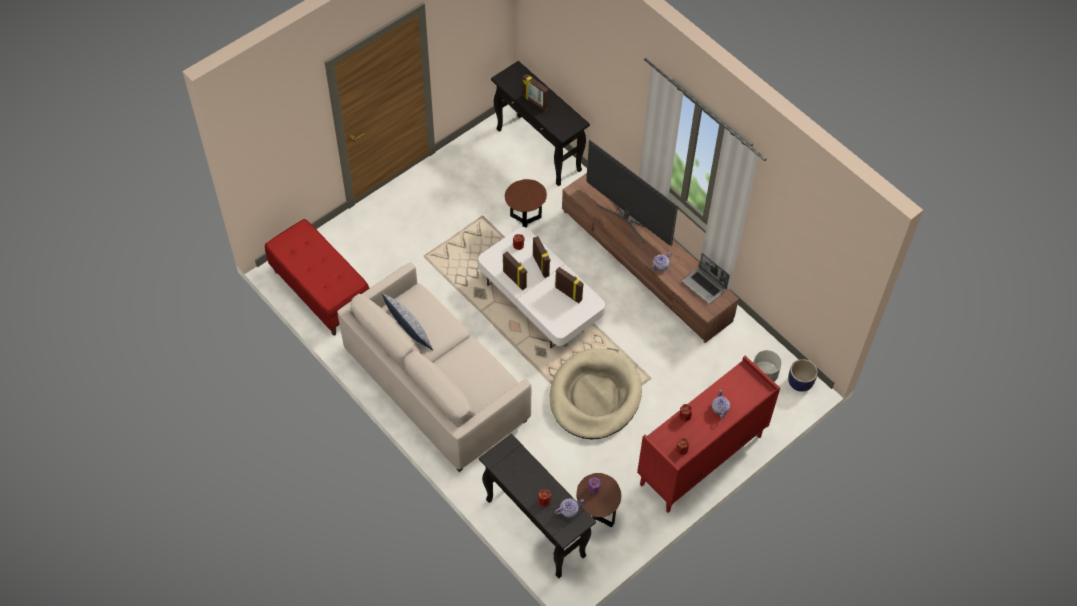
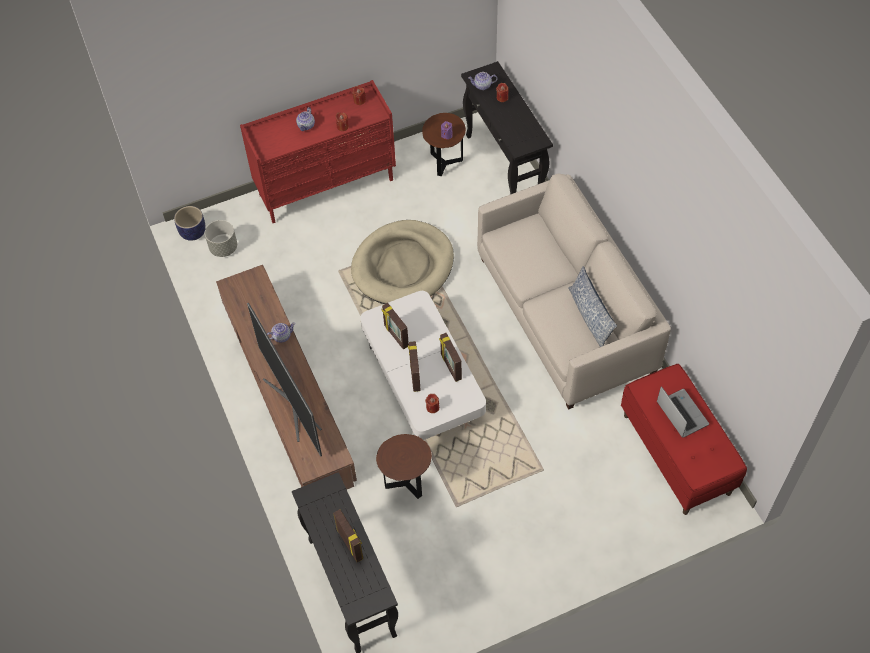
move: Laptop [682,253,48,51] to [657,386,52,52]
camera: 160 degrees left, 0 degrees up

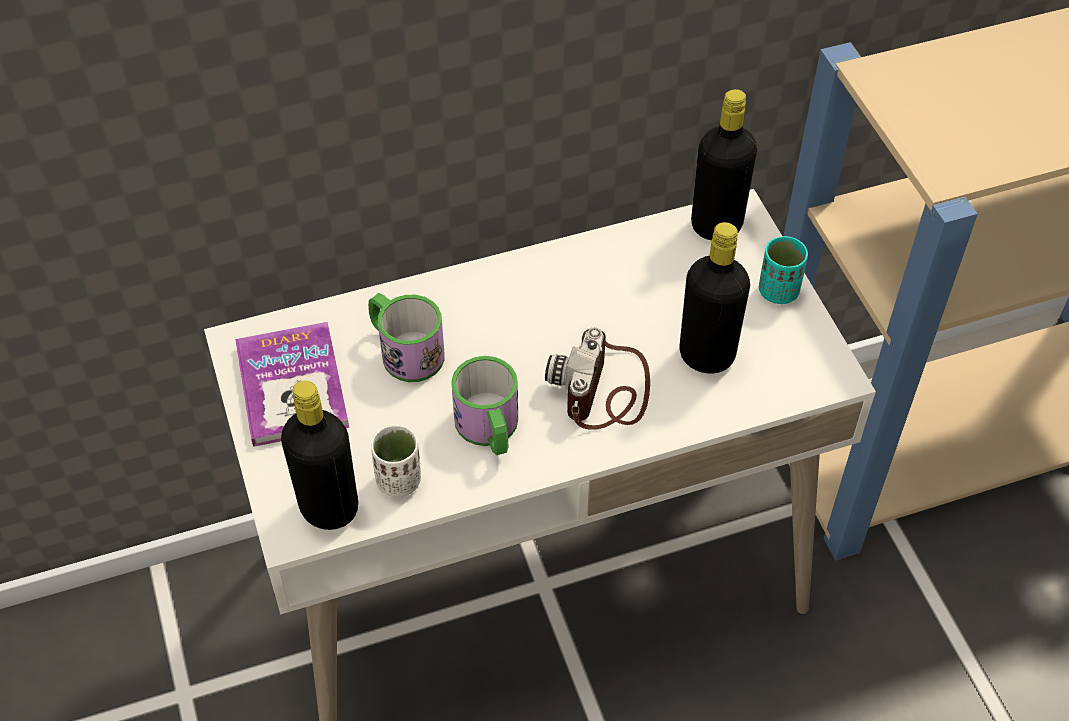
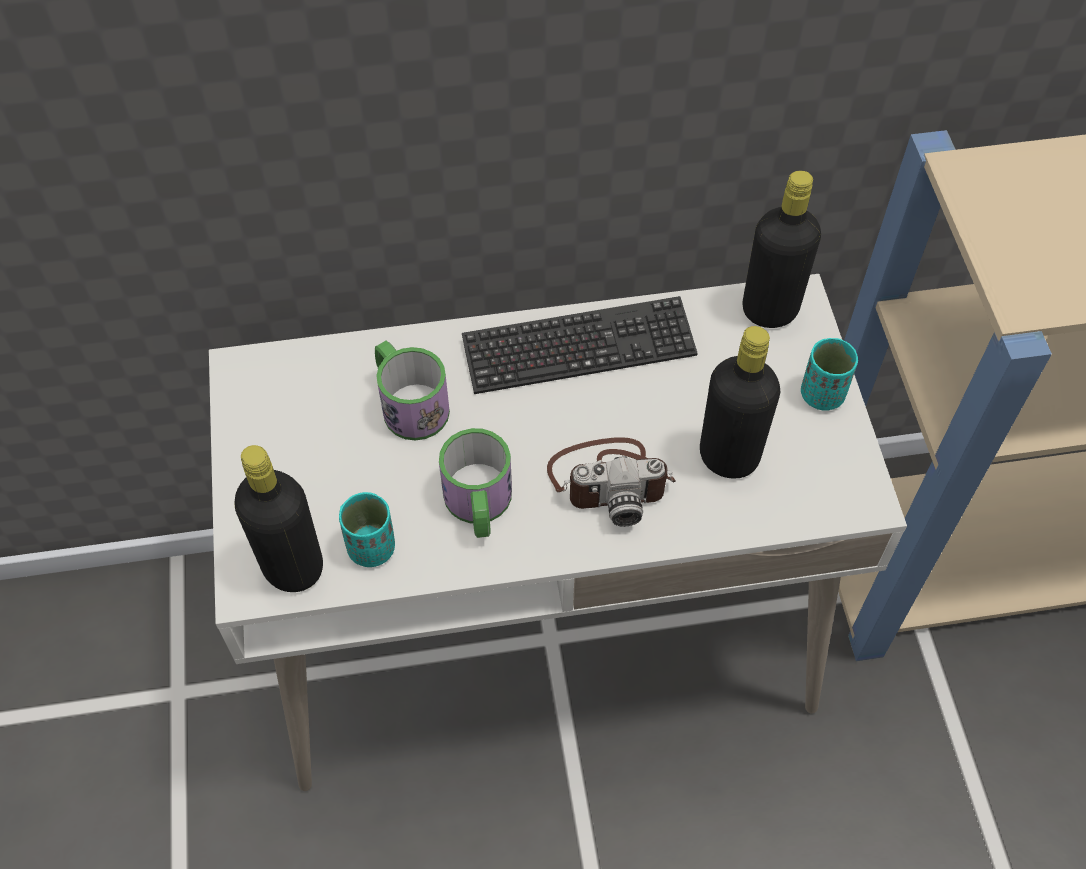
delete: Book [235,322,114,125]
insert: Keyboard [462,296,236,98]
recolor: WhiteCup [371,425,50,72] to TurquoiseCup [339,492,56,75]
rotate: PhotoCamera [545,327,105,103] = [547,437,129,90] 120 degrees counterclockwise
camera: 10 degrees right, 5 degrees up

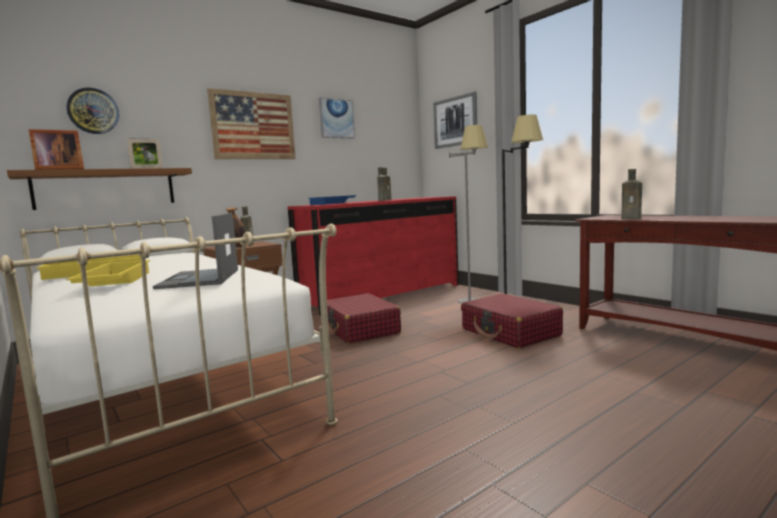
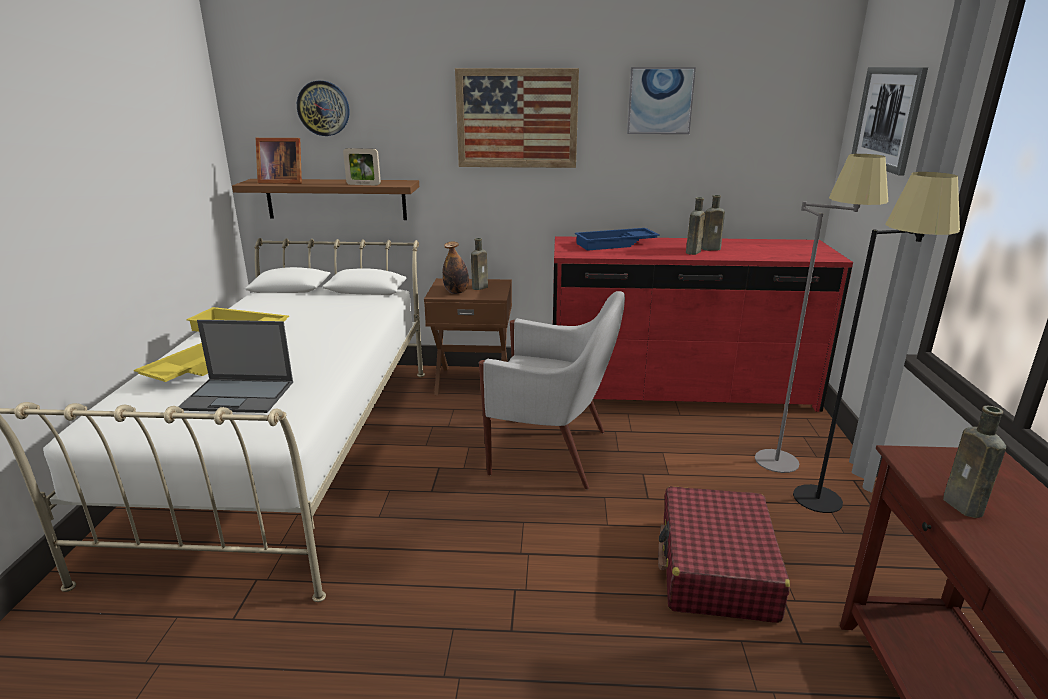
replace: RedSuitcase [327,293,74,51] to WhiteArmchair [479,291,146,199]
rotate: Laptop [153,213,85,76] = [178,320,115,93] 120 degrees counterclockwise
camera: 40 degrees right, 15 degrees up

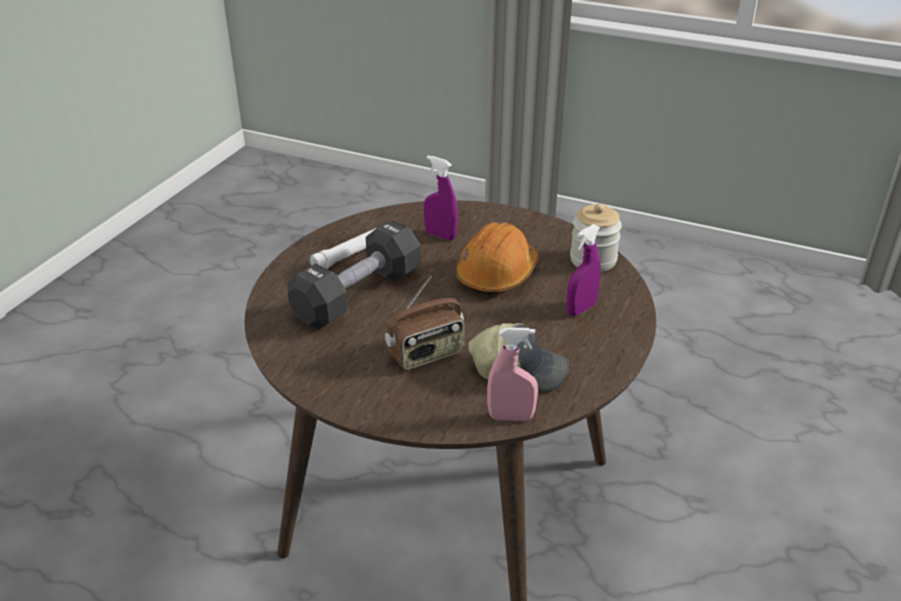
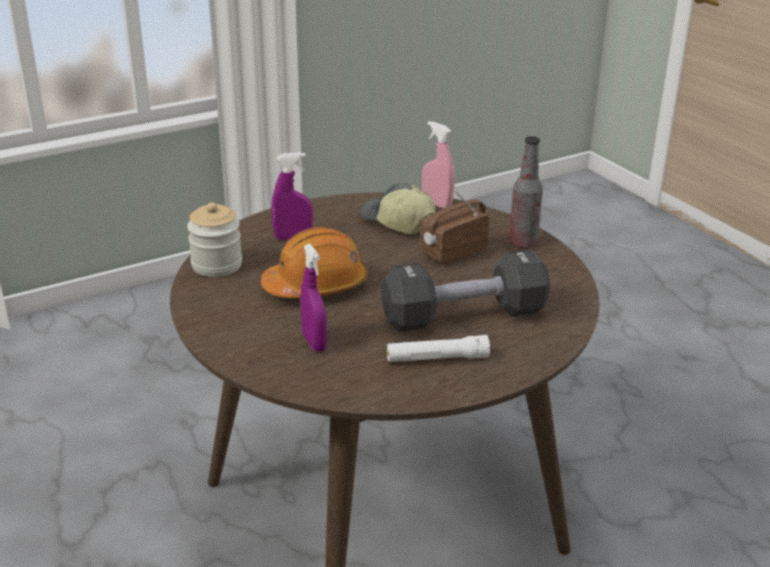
insert: Bottle [509,136,34,112]
rotate: Radio [385,276,79,94] = [420,191,70,74] 45 degrees counterclockwise
camera: 145 degrees left, 5 degrees down

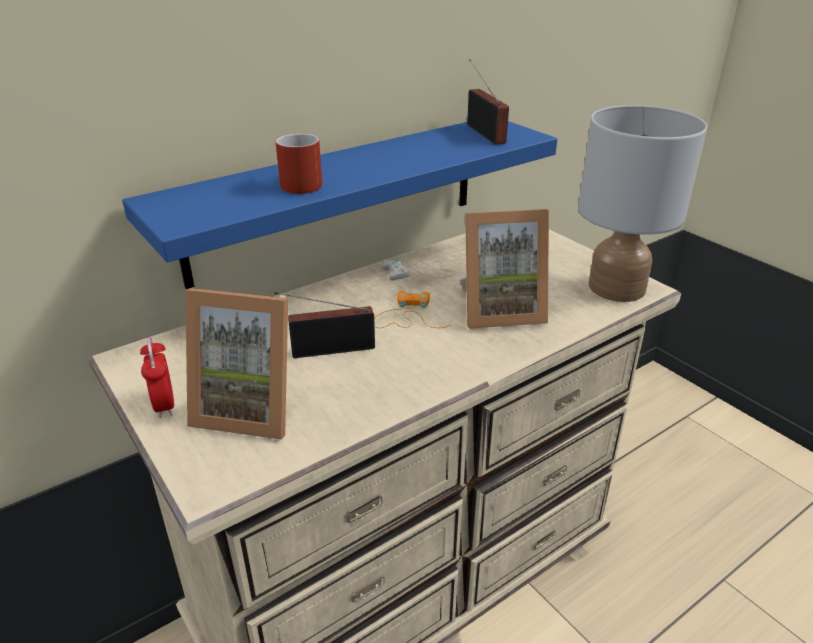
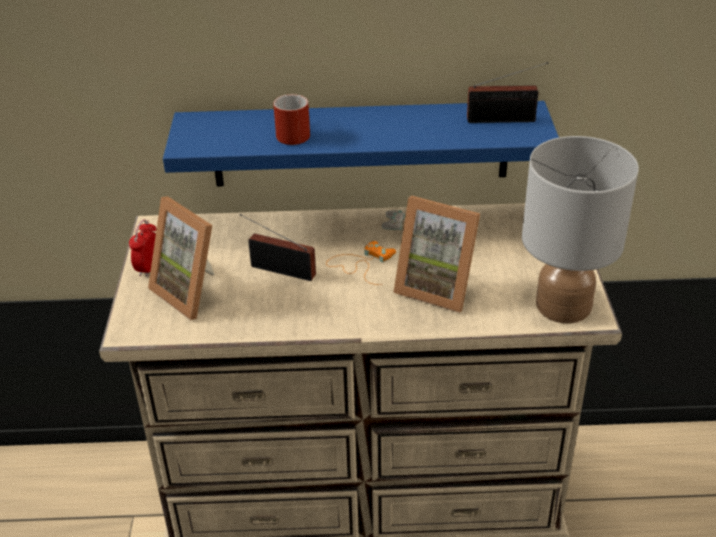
rotate: Radio [467,59,42,86] = [467,62,81,61] 75 degrees clockwise
camera: 35 degrees right, 5 degrees up

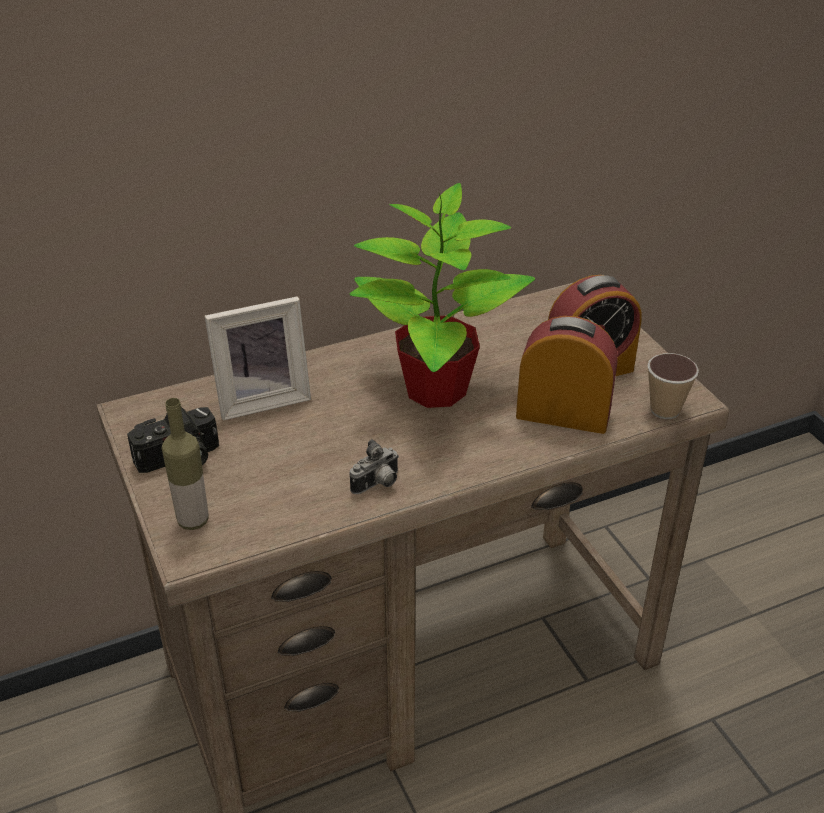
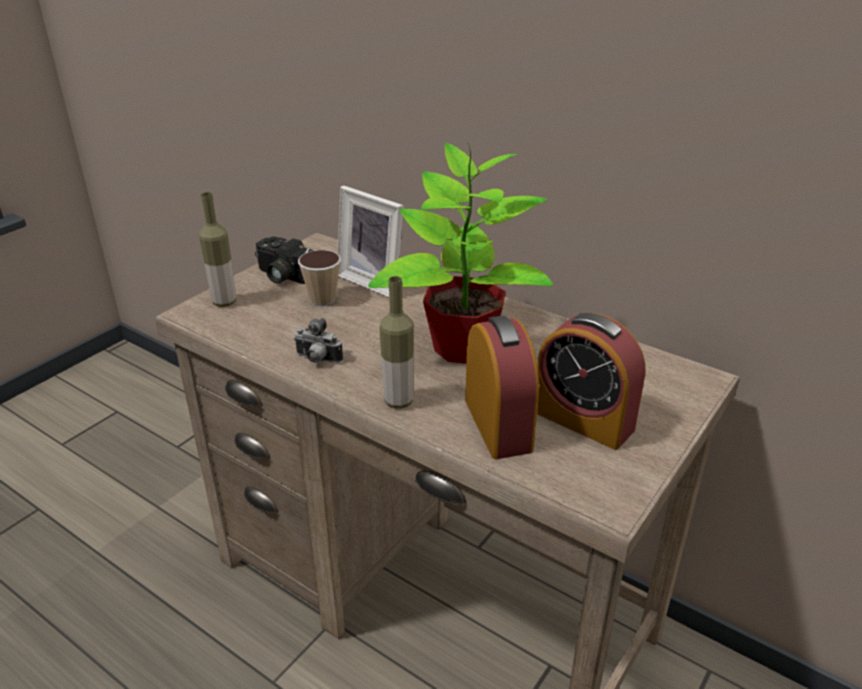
insert: Bottle [379,276,35,133]
move: Cup [647,353,52,66] to [298,250,43,56]
camera: 60 degrees right, 5 degrees down

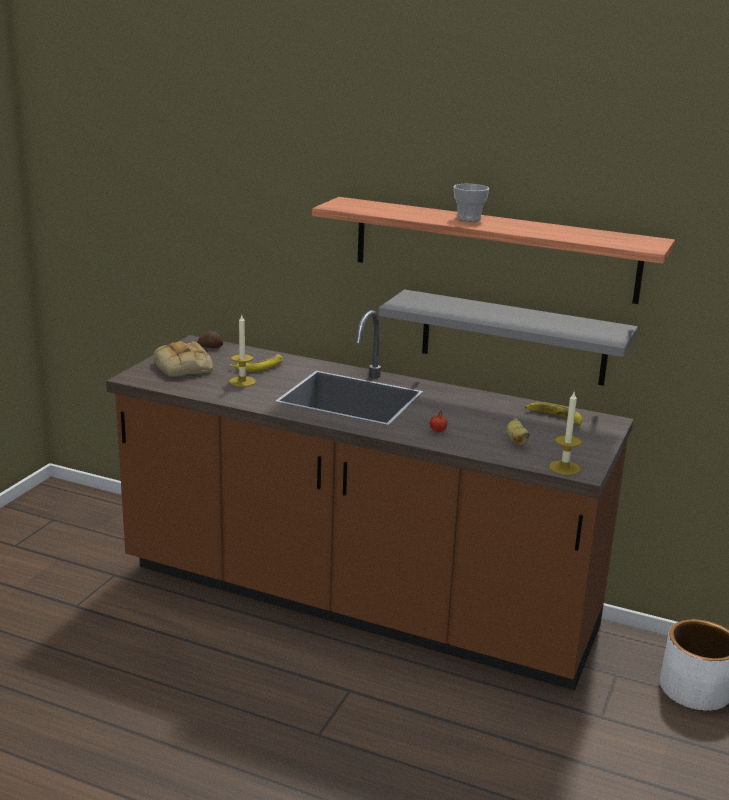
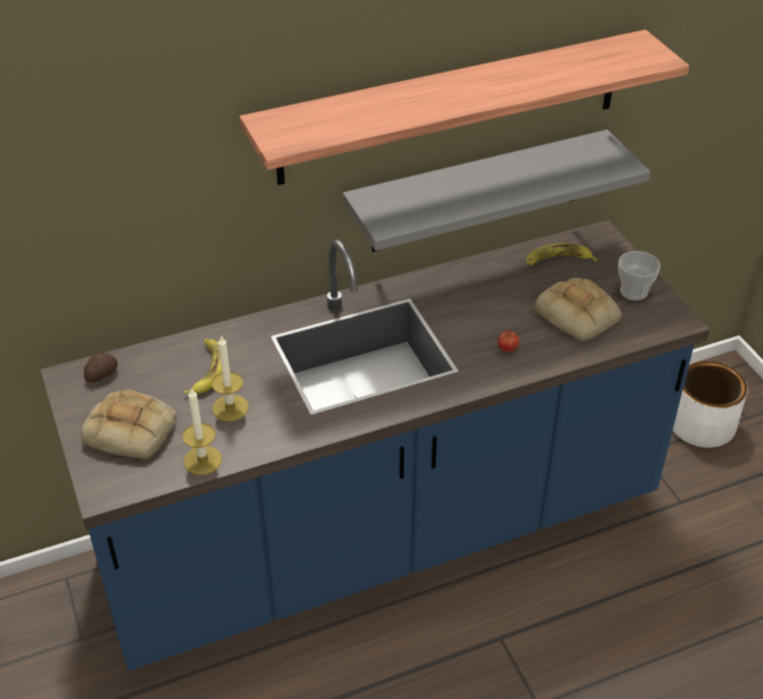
move: Candle [549,392,33,83] to [182,387,40,88]; Cup [454,184,35,37] to [618,251,43,50]
replace: Banana [507,418,23,27] to Bread [535,278,87,64]
recolor: BrownCounter [106,310,528,381] to BlueCounter [41,220,669,451]
camera: 45 degrees left, 20 degrees up

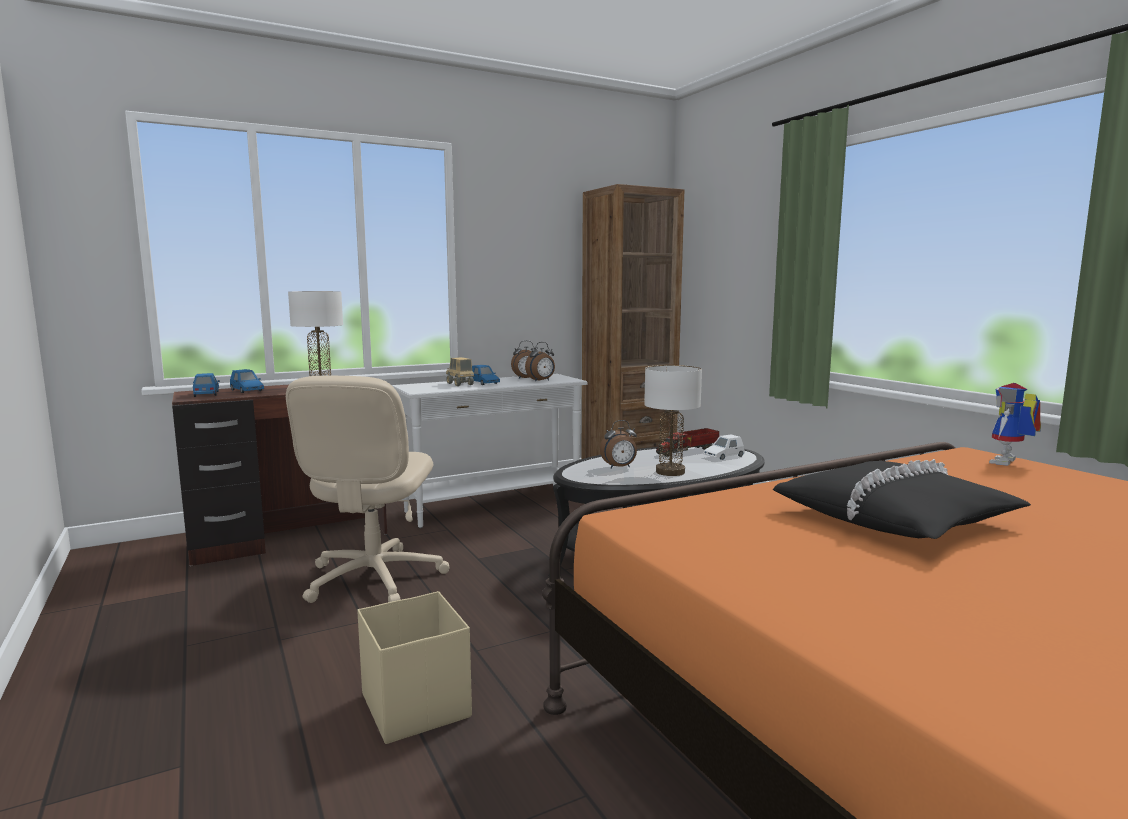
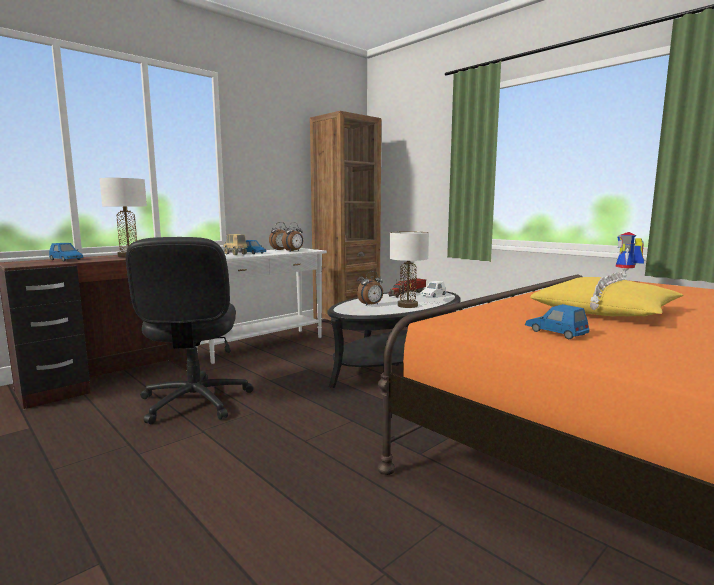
delete: BeigeStorageBox [357,591,115,153]
move: BlueToyCar [193,373,27,24] to [525,304,65,35]
recolor: BeigeOfficeChair [286,376,164,227] to BlackOfficeChair [126,237,128,187]; BlackPillow [773,459,258,80] to YellowPillow [530,272,154,44]
camera: 15 degrees left, 0 degrees up

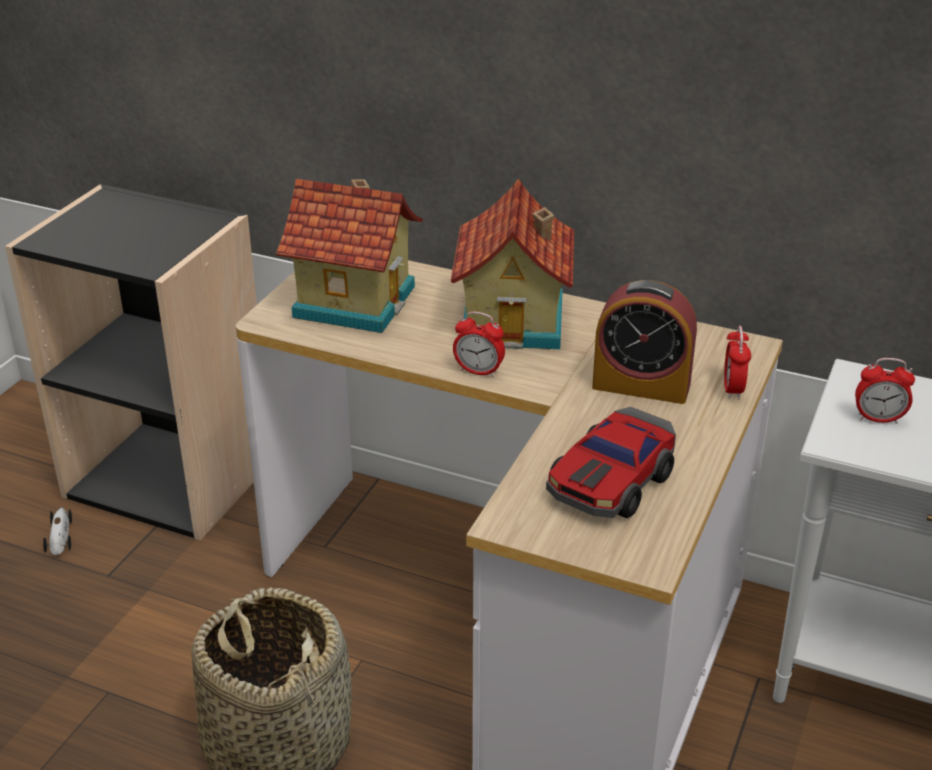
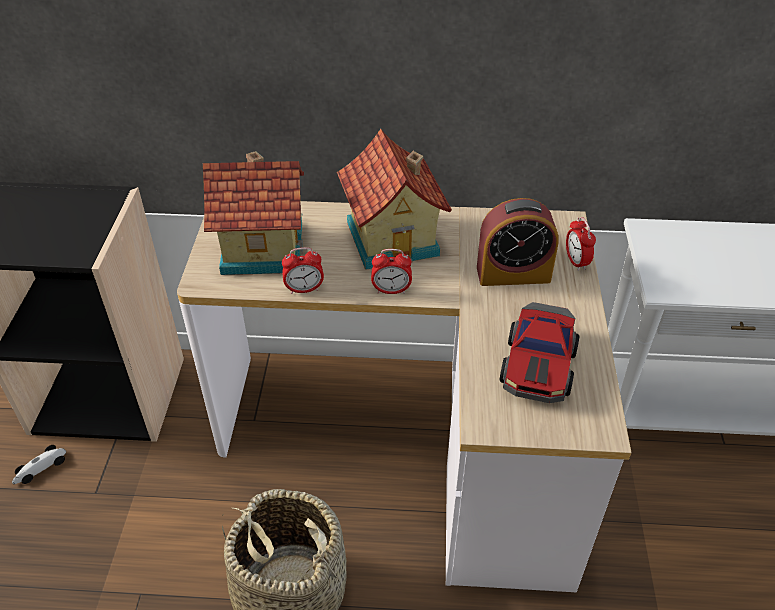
move: AlarmClock [855,358,60,66] to [282,247,42,47]
rotate: ToyCar [43,507,29,48] = [12,445,54,39] 105 degrees counterclockwise
camera: 20 degrees left, 10 degrees up

